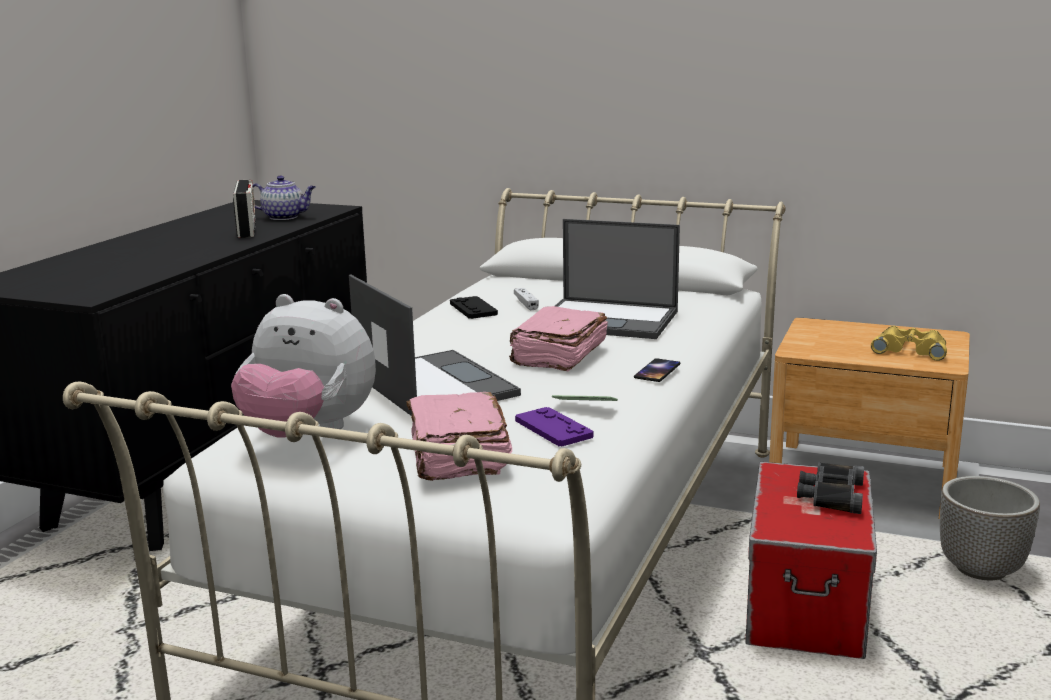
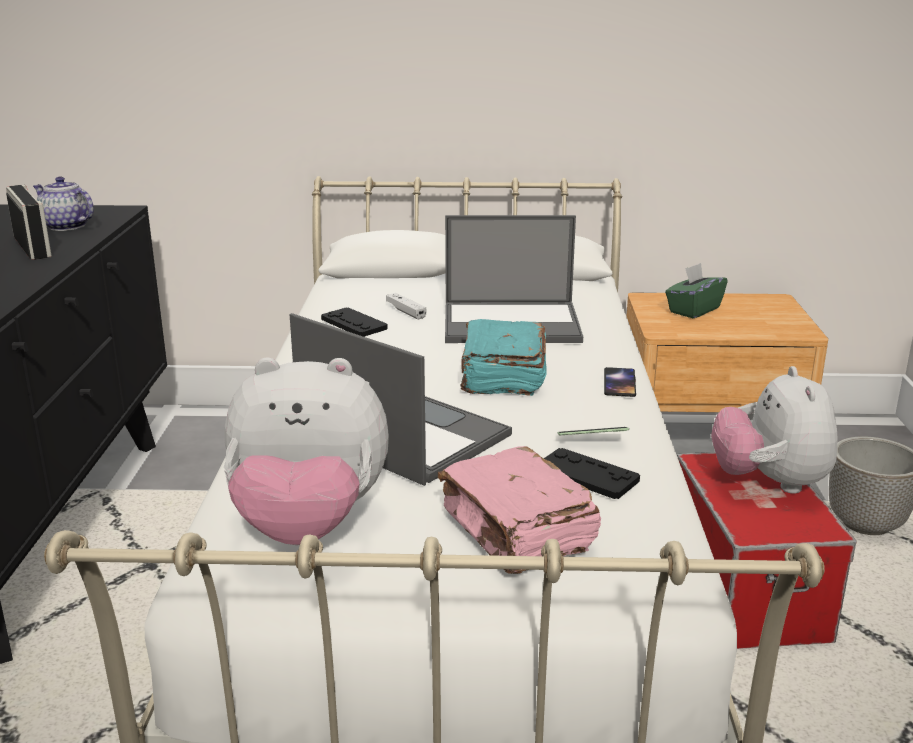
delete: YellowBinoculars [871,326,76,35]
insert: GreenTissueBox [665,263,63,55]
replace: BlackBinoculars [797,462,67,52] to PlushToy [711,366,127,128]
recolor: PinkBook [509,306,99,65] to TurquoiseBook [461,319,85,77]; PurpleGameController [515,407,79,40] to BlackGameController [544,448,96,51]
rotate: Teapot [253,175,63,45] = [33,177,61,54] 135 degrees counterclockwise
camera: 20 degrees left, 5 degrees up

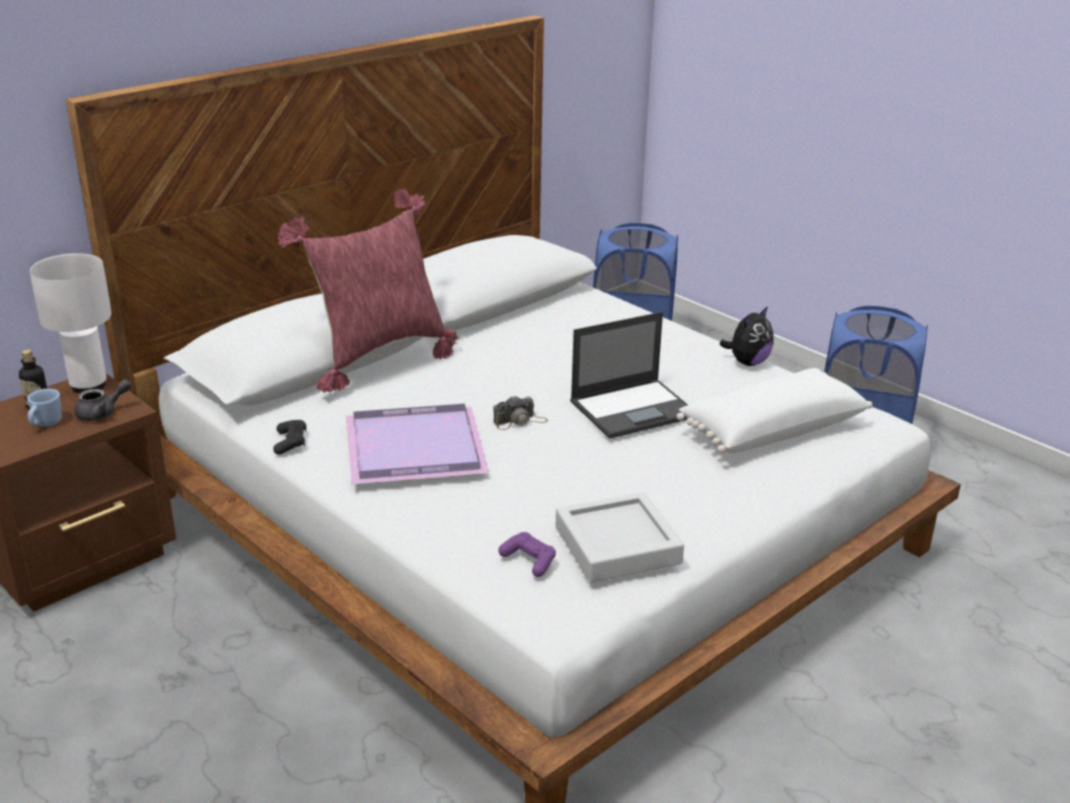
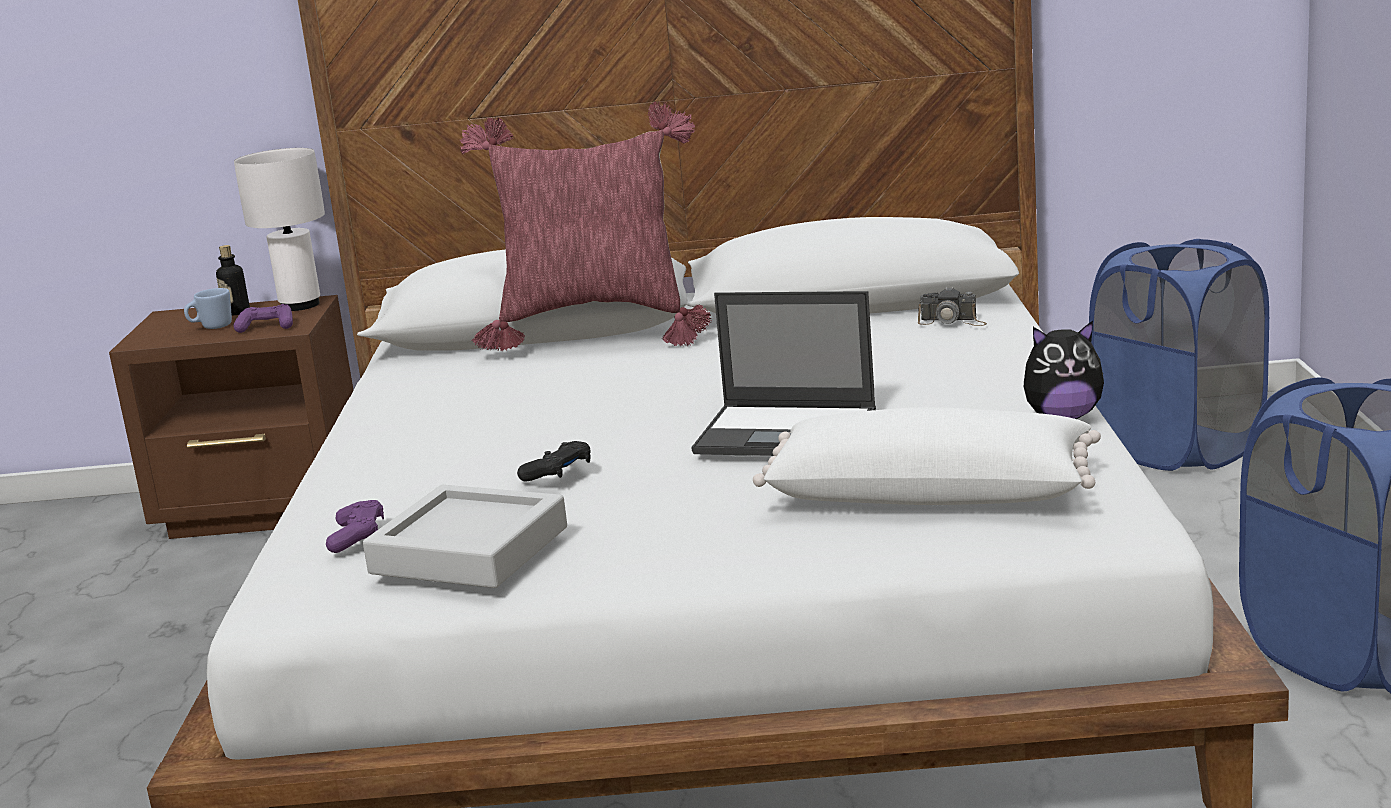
delete: PurpleTray [346,404,143,80]
move: BlackGameController [273,420,33,35] to [517,441,74,41]; PhotoCamera [493,395,55,35] to [918,287,69,39]
replace: GreyTeapot [74,379,57,42] to PurpleGameController [233,304,60,29]
camera: 45 degrees right, 10 degrees down

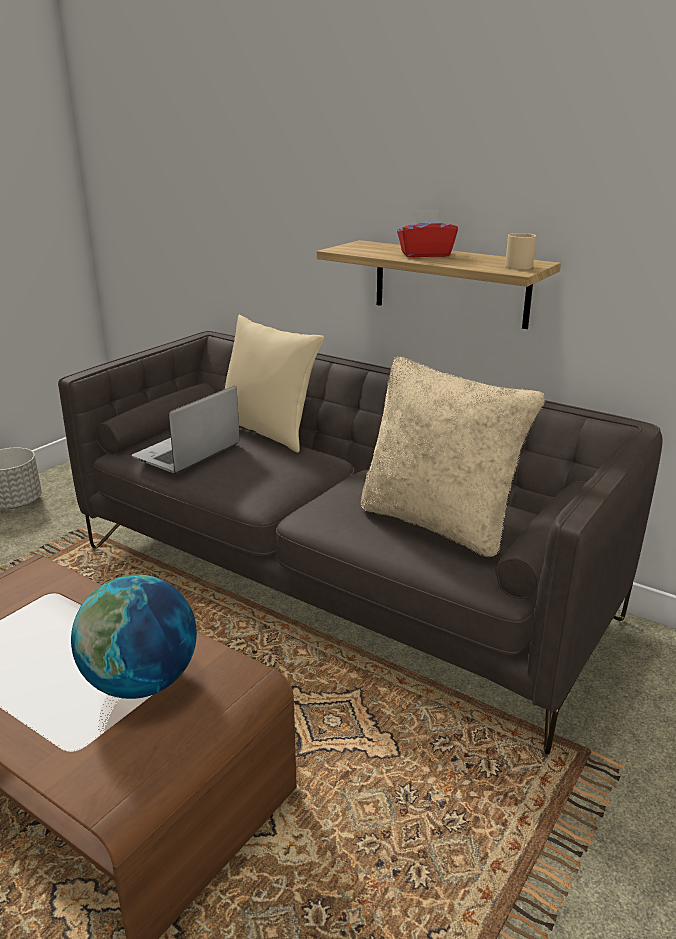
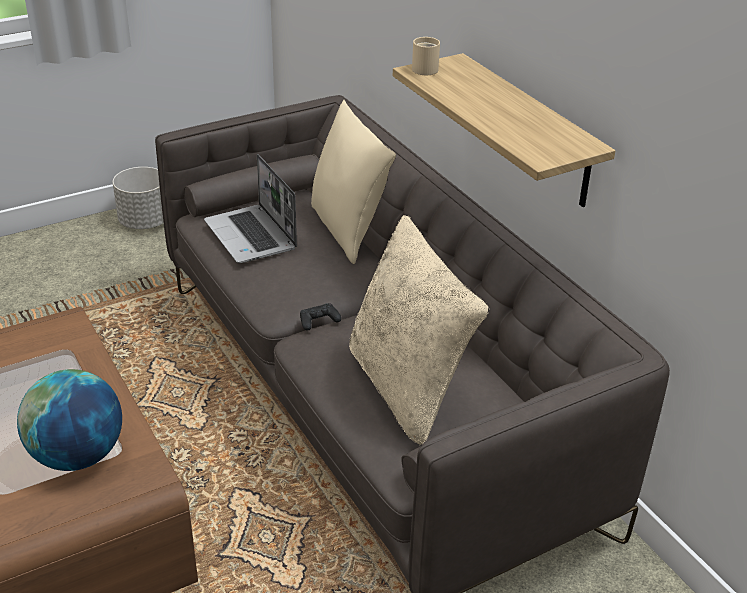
delete: RedTissueBox [397,209,61,48]
insert: BlackGameController [300,303,41,28]
move: BeigeMug [505,233,31,36] to [412,37,28,38]
rotate: Laptop [132,386,108,88] = [204,154,93,109] 90 degrees counterclockwise
camera: 25 degrees right, 10 degrees up

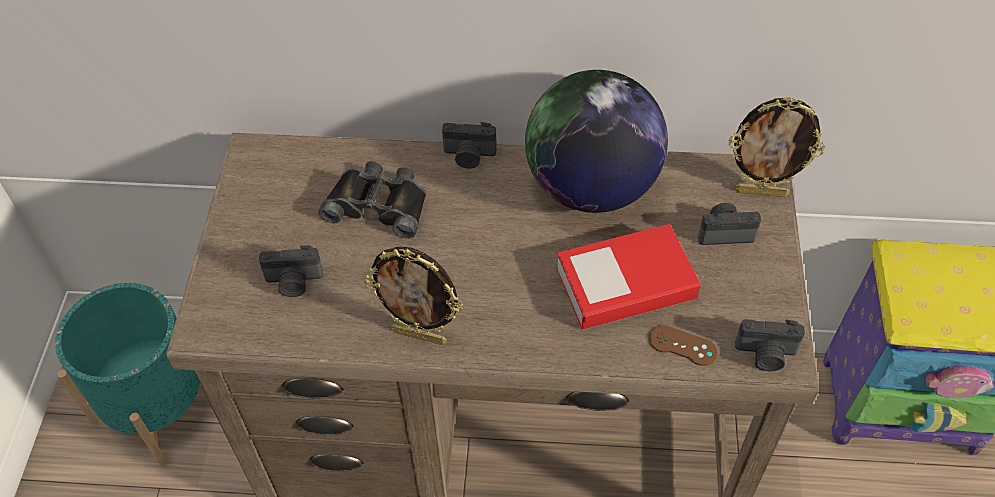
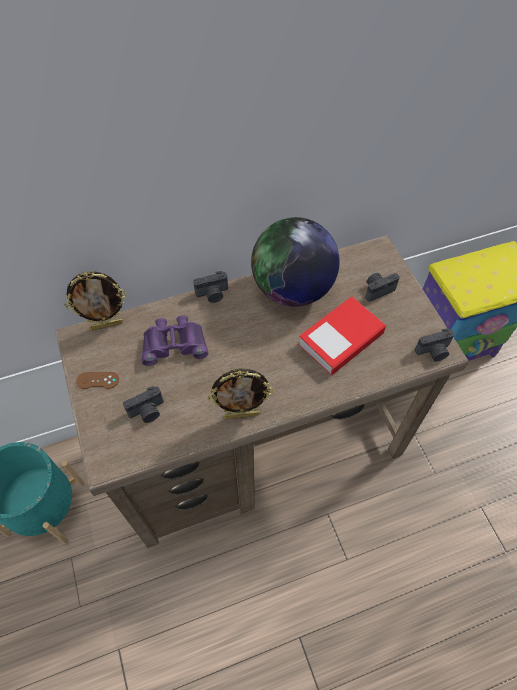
move: PictureFrame [728,97,97,100] to [65,271,62,60]; BrownGameController [648,325,70,41] to [76,372,43,17]
recolor: BlackBinoculars [319,161,108,78] to PurpleBinoculars [142,315,66,51]
camera: 25 degrees left, 5 degrees up

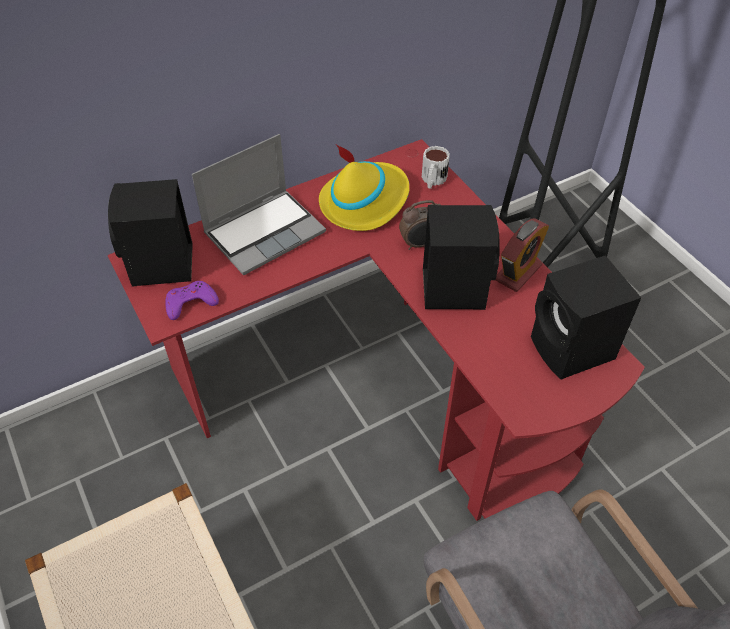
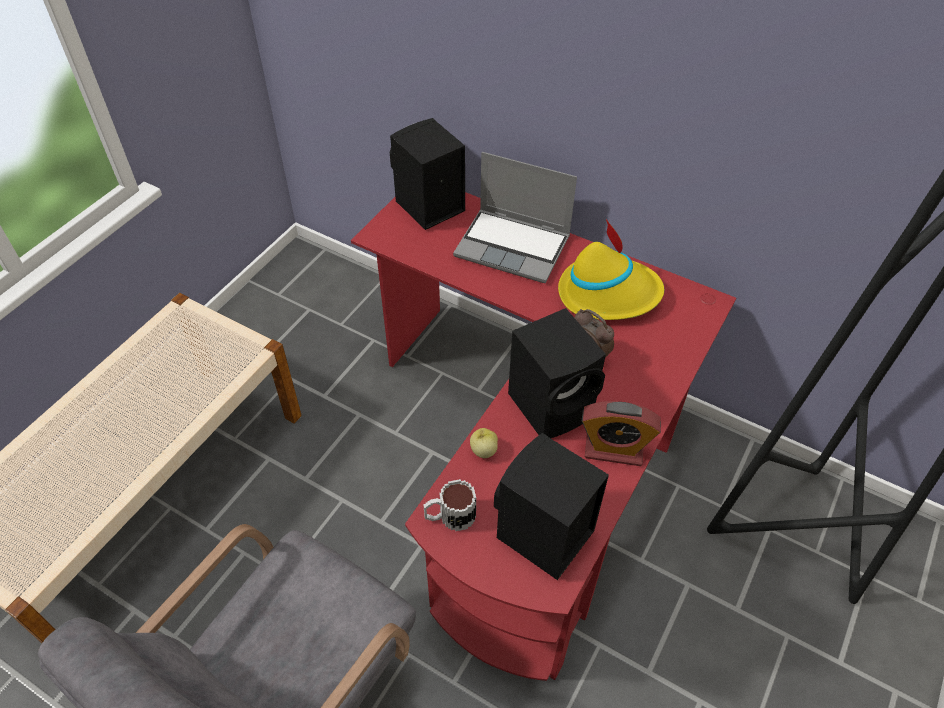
delete: PurpleGameController [166,281,53,39]
insert: Apple [470,428,28,30]
move: Mug [422,146,28,43] to [423,479,53,52]
camera: 60 degrees right, 0 degrees up

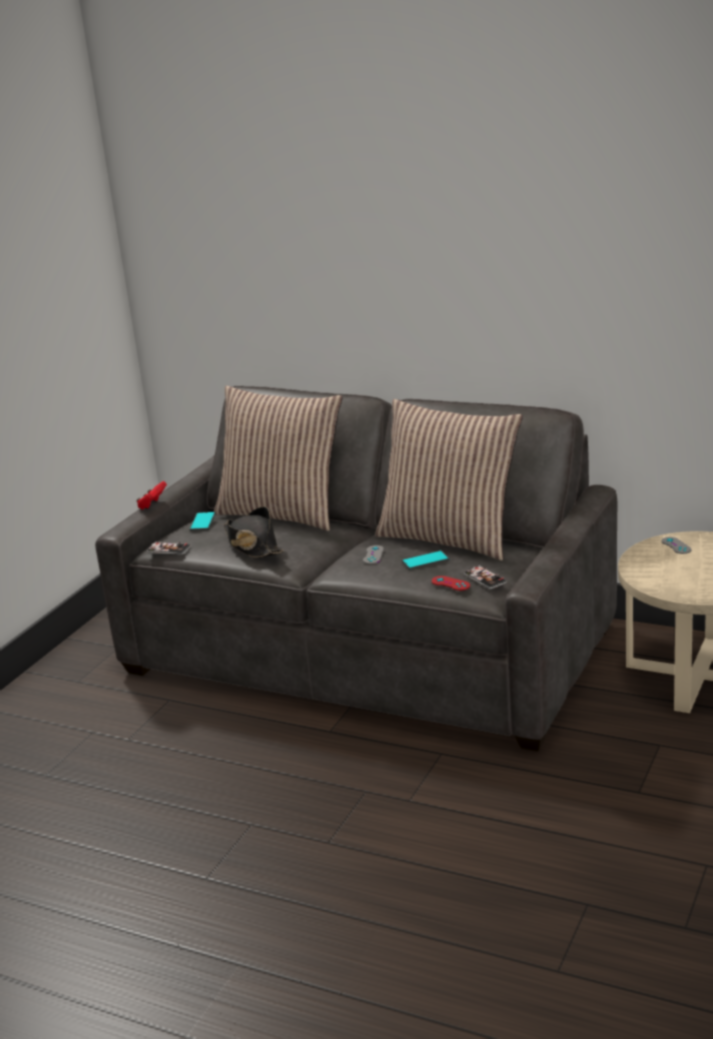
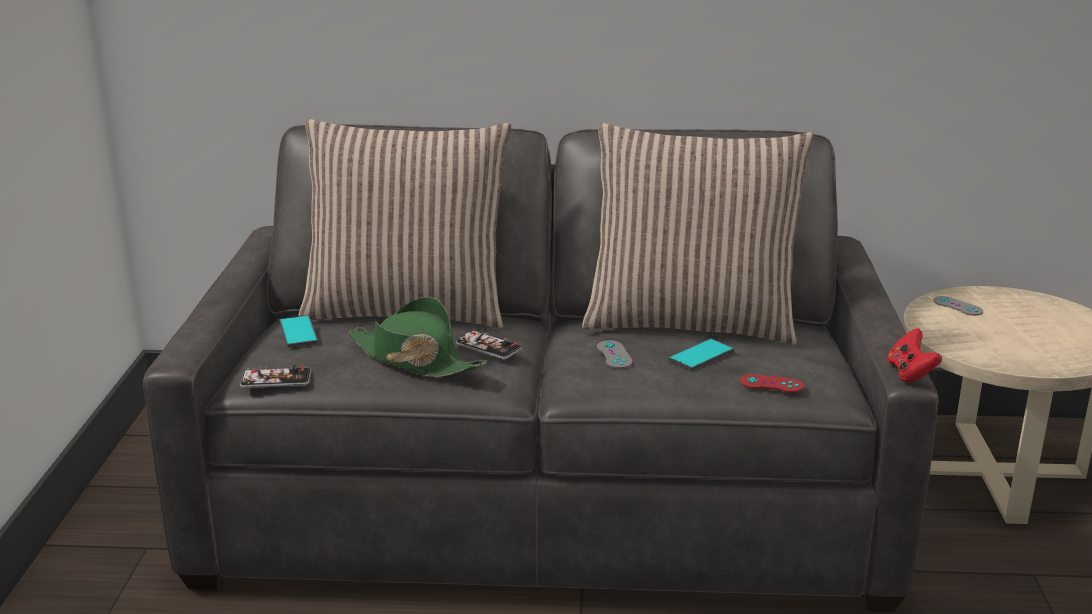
move: Phone [464,565,43,24] to [456,329,66,31]; RedGameController [136,481,31,28] to [887,328,55,54]
recolor: BlackHat [224,507,60,51] to GreenHat [348,297,139,80]
camera: 25 degrees left, 0 degrees up

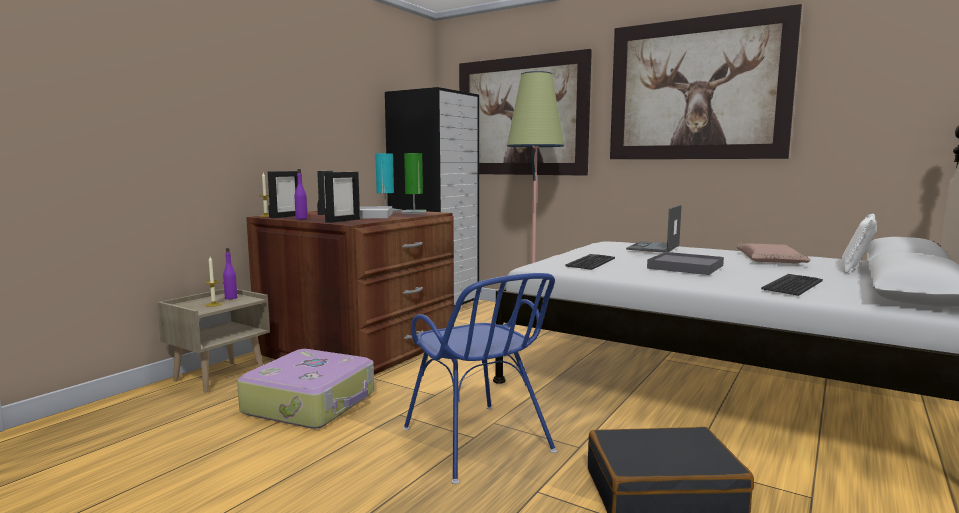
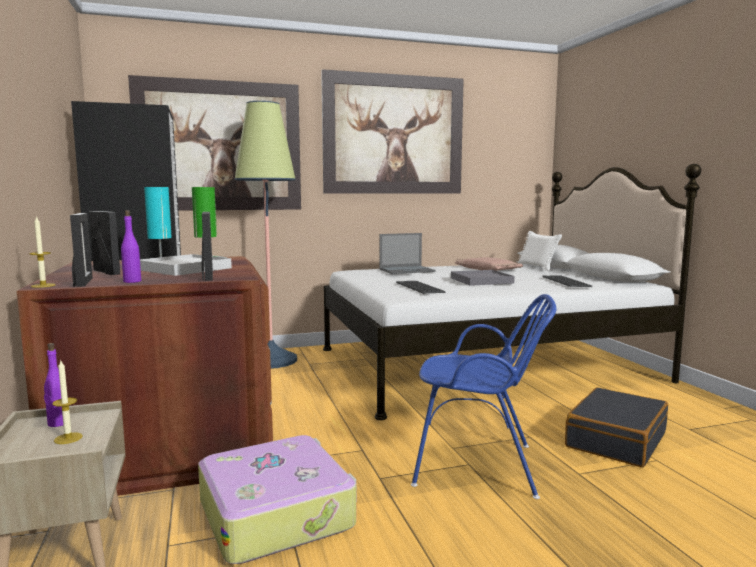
rotate: Laptop [626,205,56,47] = [379,233,57,41] 90 degrees counterclockwise
camera: 50 degrees left, 0 degrees up

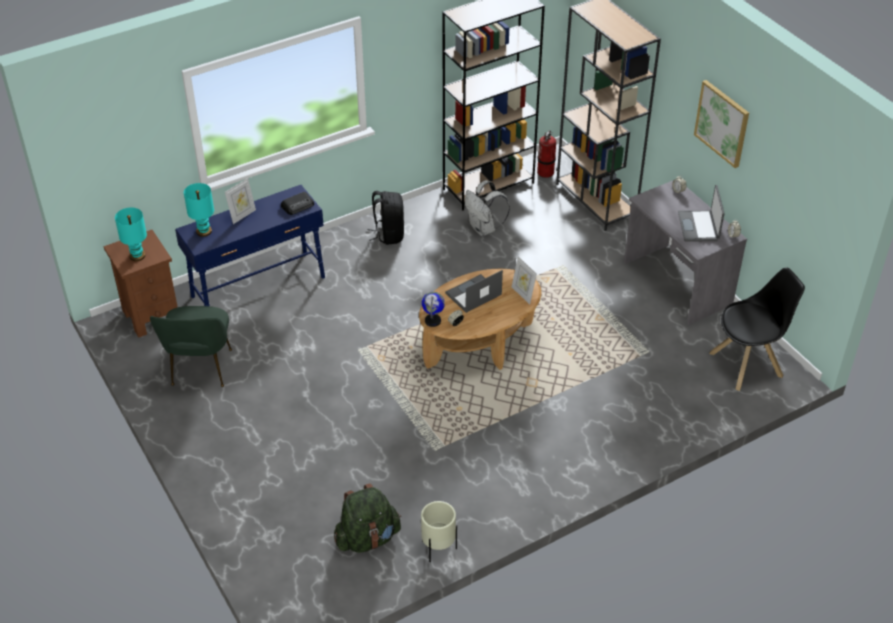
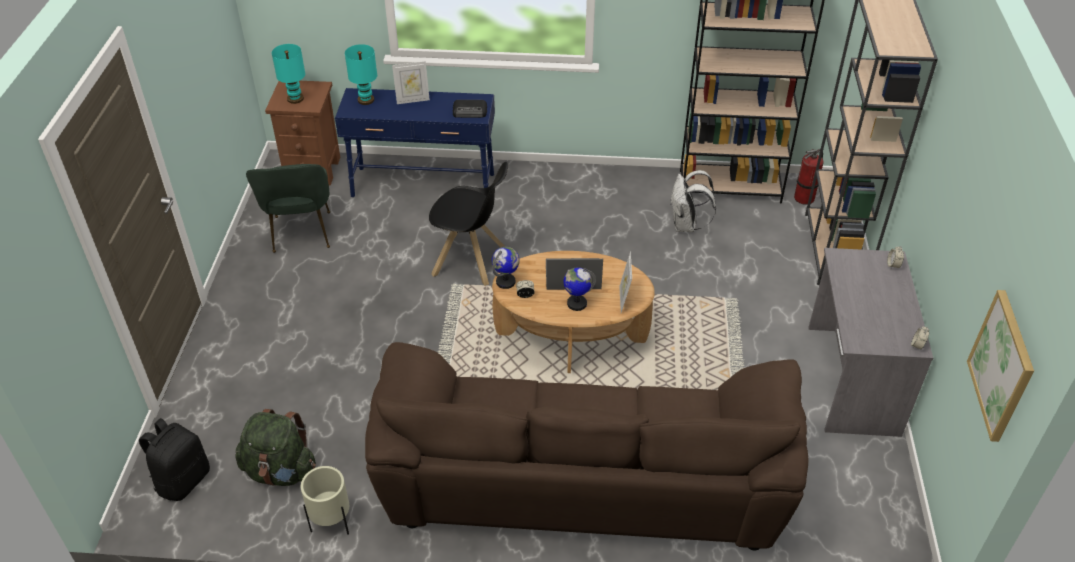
delete: Laptop [678,185,47,57]
insert: BrownSofa [365,342,443,209]; Globe [563,267,33,44]
move: BlackBackpack [368,191,36,54] to [139,418,71,83]; BlackChair [709,267,96,124] to [429,162,79,124]; Picture [694,80,55,88] to [967,290,67,152]
rotate: GreenChair [150,306,82,81] = [246,164,84,89] 45 degrees counterclockwise
camera: 35 degrees right, 0 degrees up

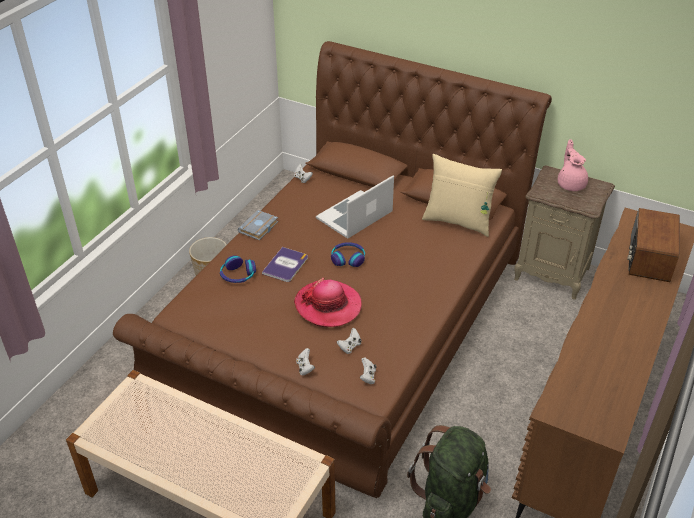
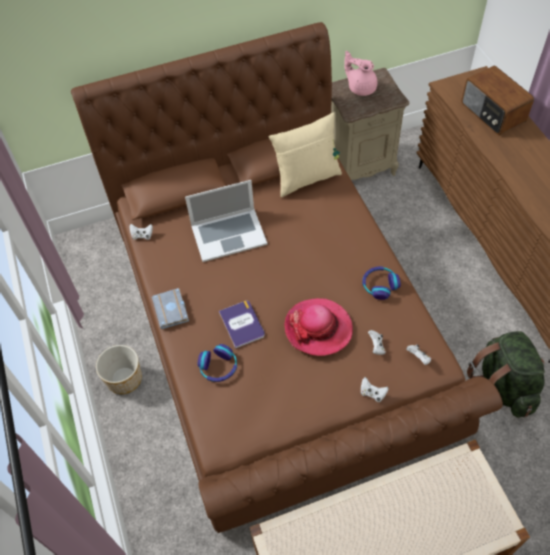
move: Headphones [331,242,34,25] to [362,266,39,34]
rotate: Laptop [316,175,78,64] = [185,180,83,82] 105 degrees counterclockwise
camera: 45 degrees left, 15 degrees up

